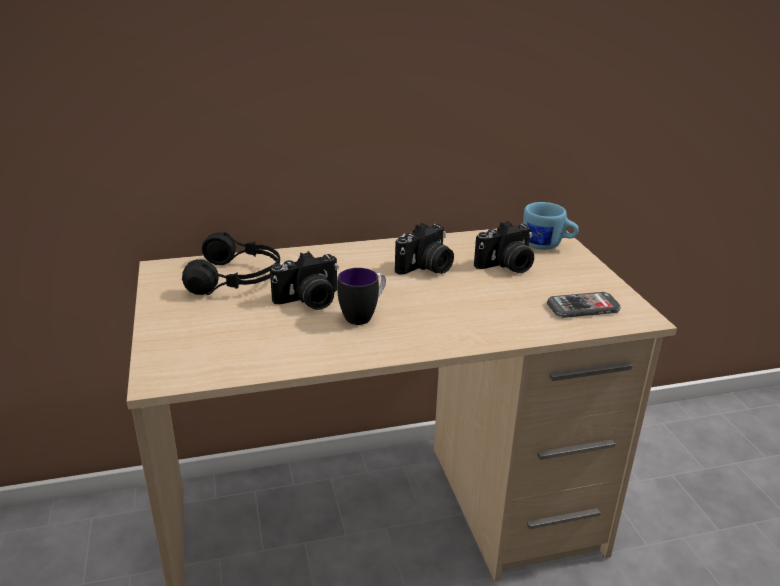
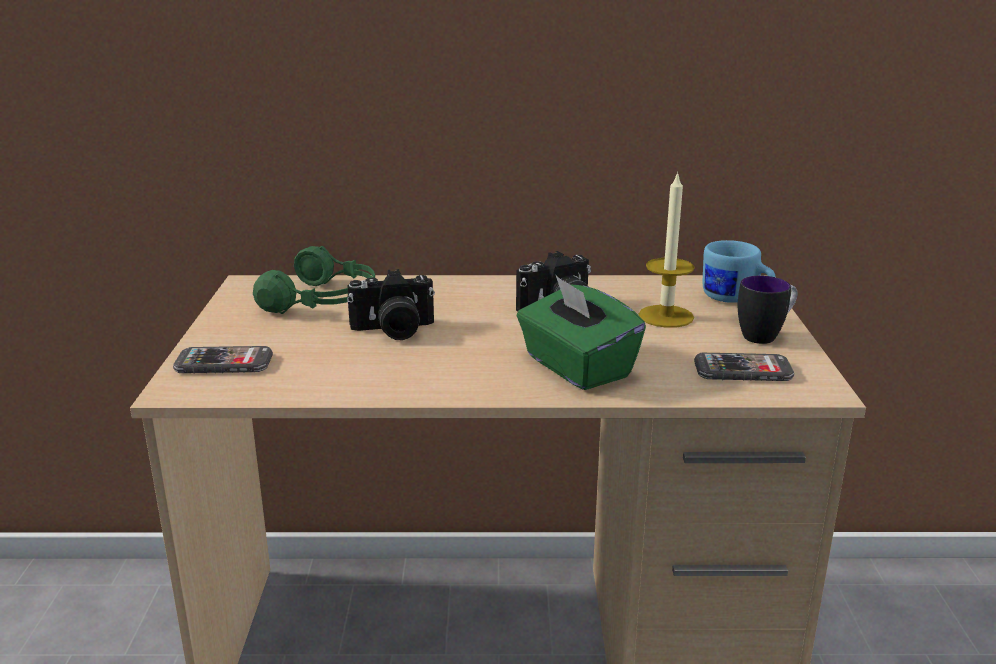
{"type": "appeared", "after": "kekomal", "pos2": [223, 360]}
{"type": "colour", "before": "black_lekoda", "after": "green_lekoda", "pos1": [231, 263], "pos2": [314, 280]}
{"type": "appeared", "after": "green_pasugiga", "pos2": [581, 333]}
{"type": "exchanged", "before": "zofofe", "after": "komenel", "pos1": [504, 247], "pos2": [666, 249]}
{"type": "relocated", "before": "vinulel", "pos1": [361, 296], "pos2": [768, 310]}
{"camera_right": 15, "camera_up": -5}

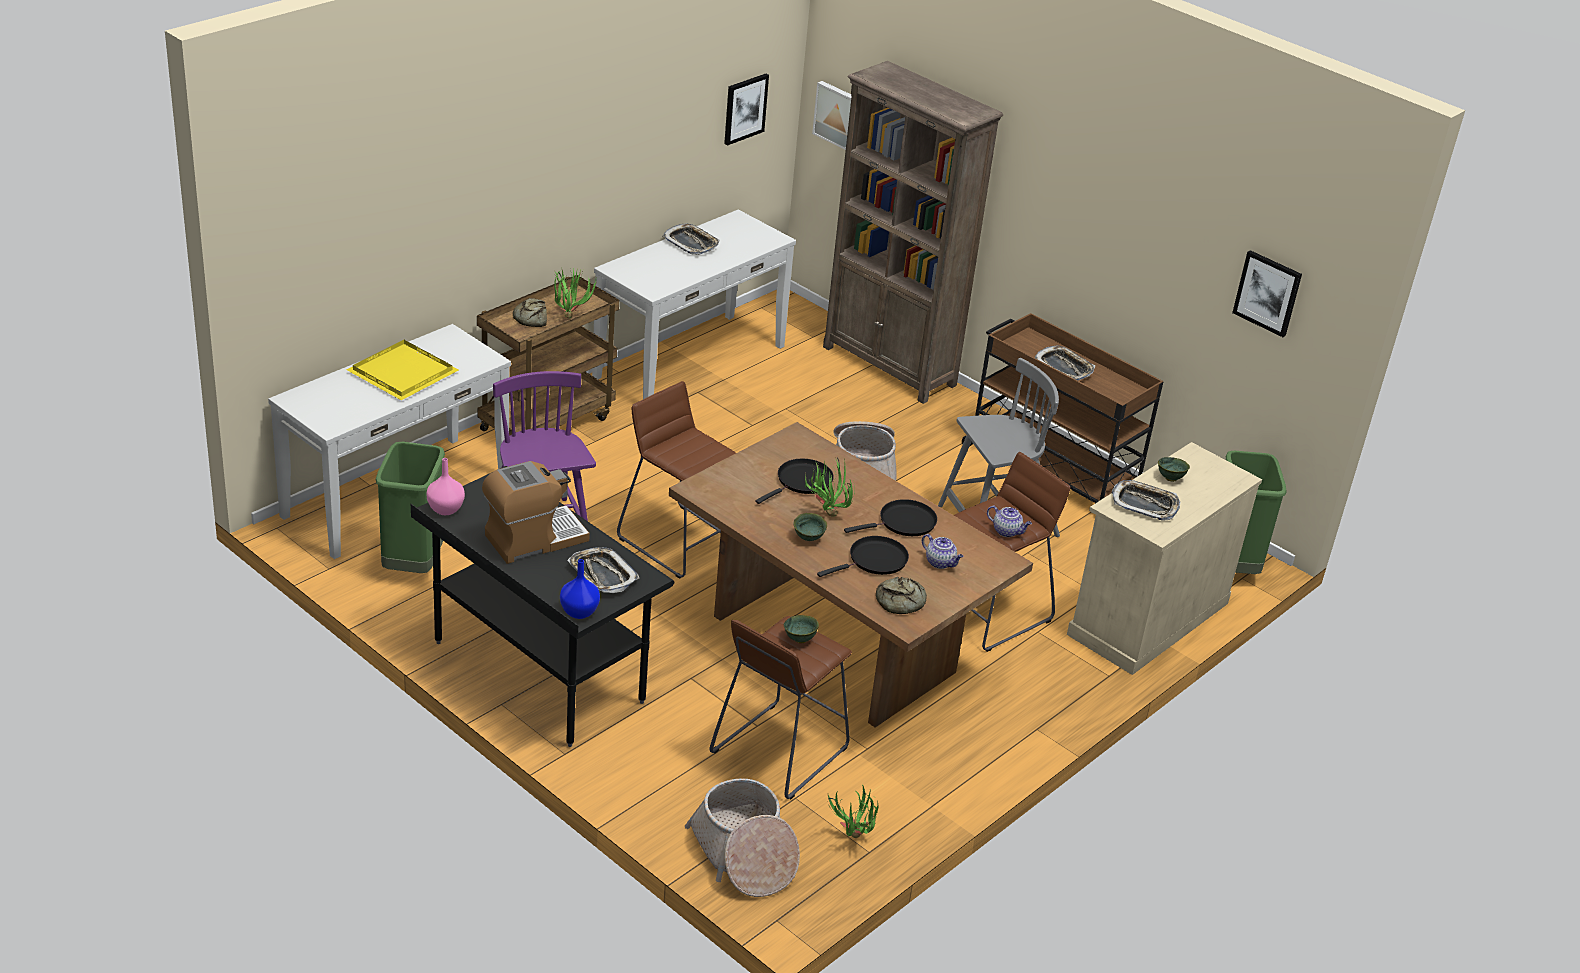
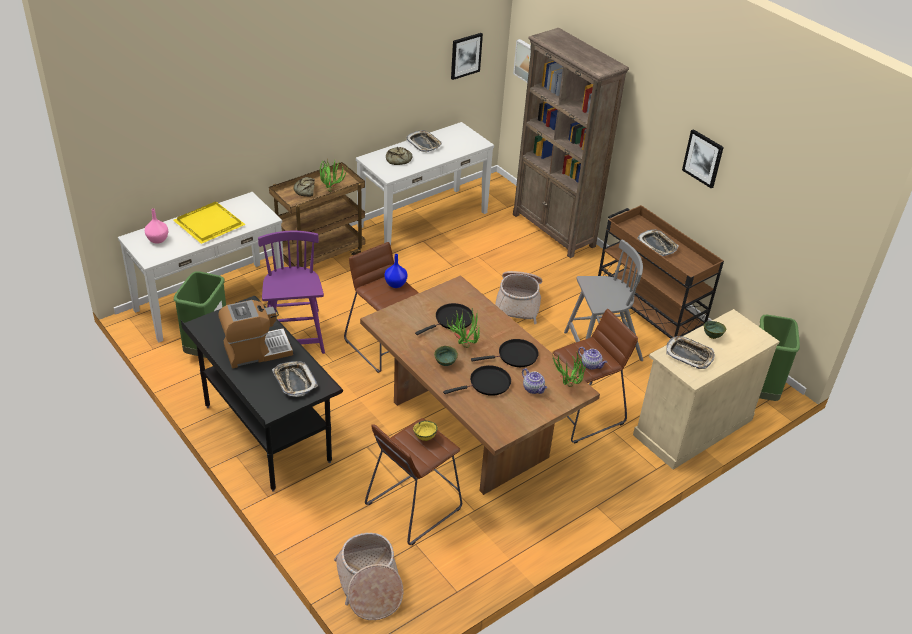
{"type": "relocated", "before": "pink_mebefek", "pos1": [445, 486], "pos2": [156, 226]}
{"type": "relocated", "before": "blue_mebefek", "pos1": [580, 589], "pos2": [395, 271]}
{"type": "relocated", "before": "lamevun", "pos1": [901, 595], "pos2": [399, 156]}
{"type": "colour", "before": "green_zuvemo", "after": "yellow_zuvemo", "pos1": [801, 629], "pos2": [425, 431]}
{"type": "relocated", "before": "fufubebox", "pos1": [853, 811], "pos2": [568, 369]}
{"type": "relocated", "before": "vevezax", "pos1": [1267, 293], "pos2": [703, 158]}
{"camera_right": 10, "camera_up": 5}

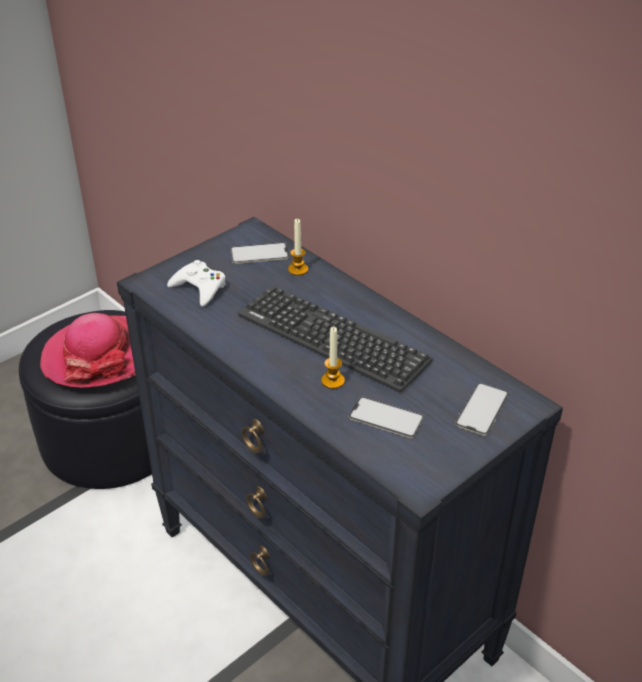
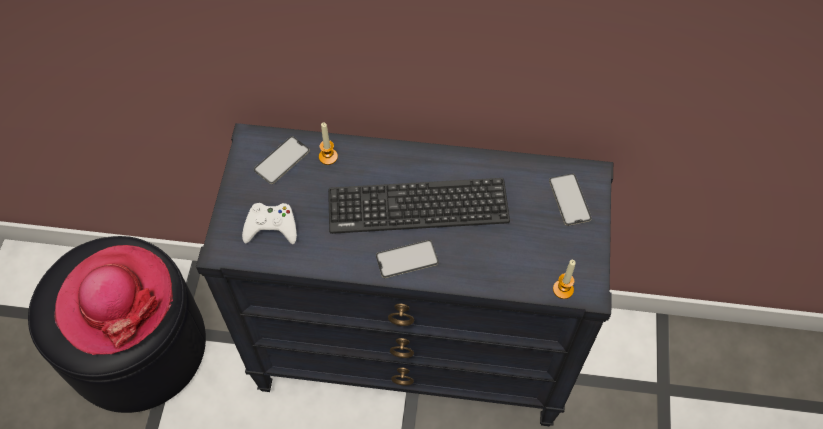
{"type": "relocated", "before": "kekomal", "pos1": [386, 417], "pos2": [407, 259]}
{"type": "relocated", "before": "komenel", "pos1": [333, 358], "pos2": [564, 279]}
{"camera_right": -40, "camera_up": 20}

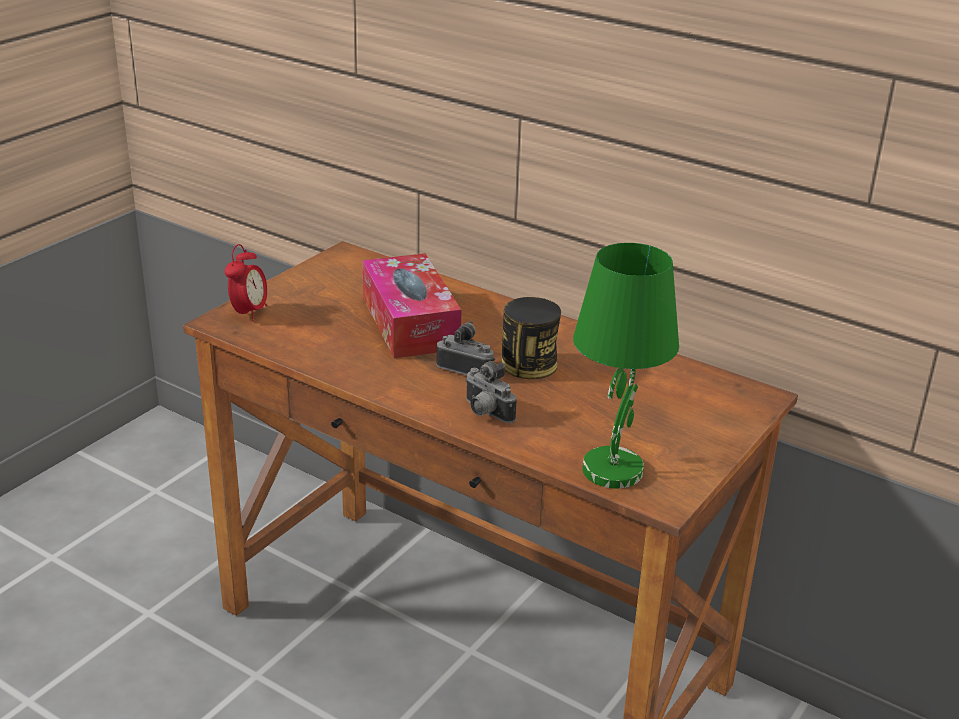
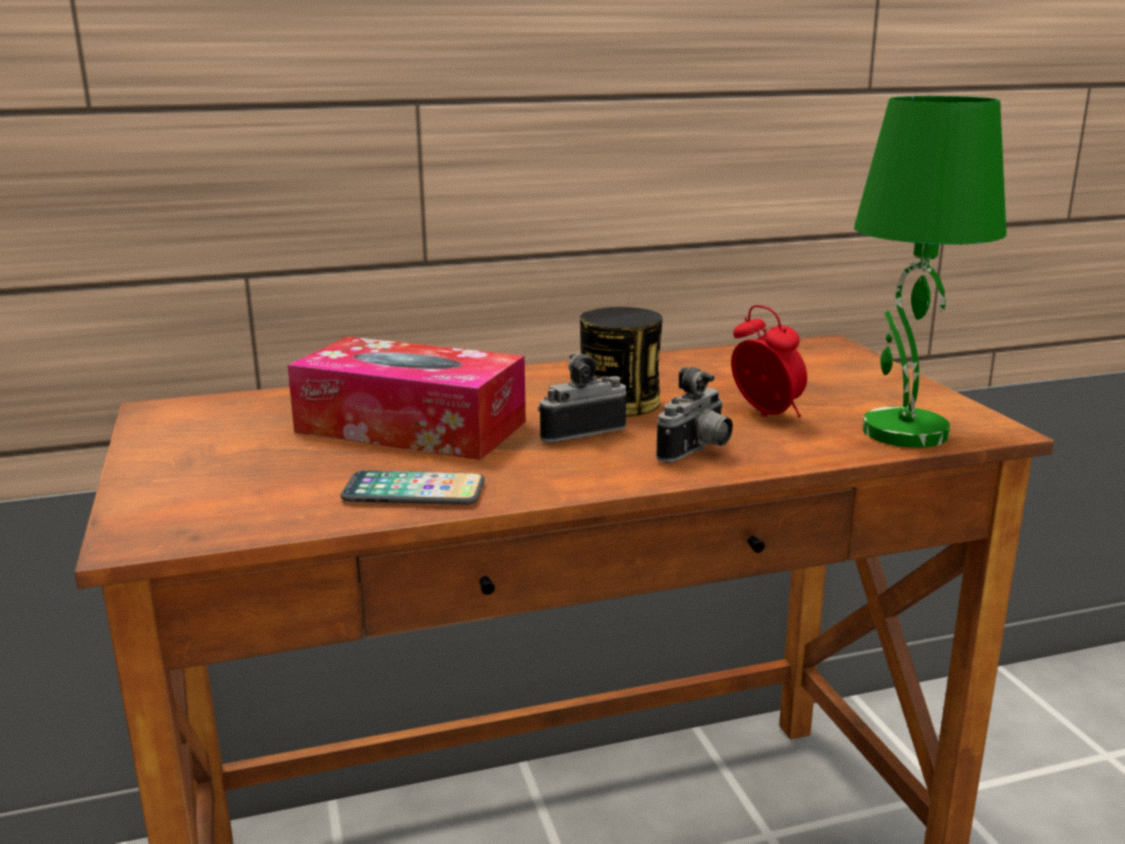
{"type": "appeared", "after": "kekomal", "pos2": [412, 487]}
{"type": "spun", "before": "zofofe", "pos1": [491, 392], "pos2": [694, 414], "turn": -45}
{"type": "relocated", "before": "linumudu", "pos1": [246, 283], "pos2": [769, 361]}
{"camera_right": -50, "camera_up": -10}

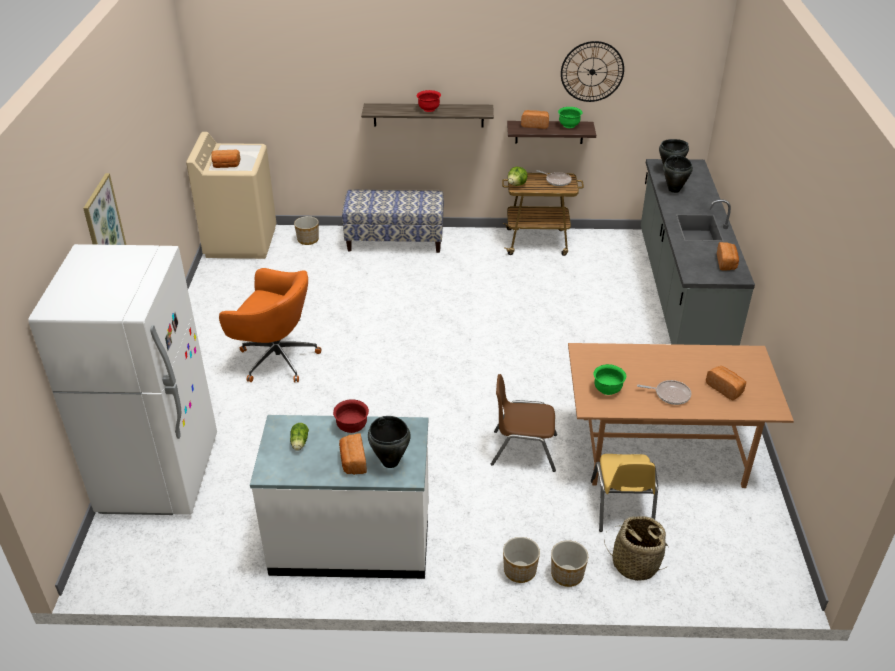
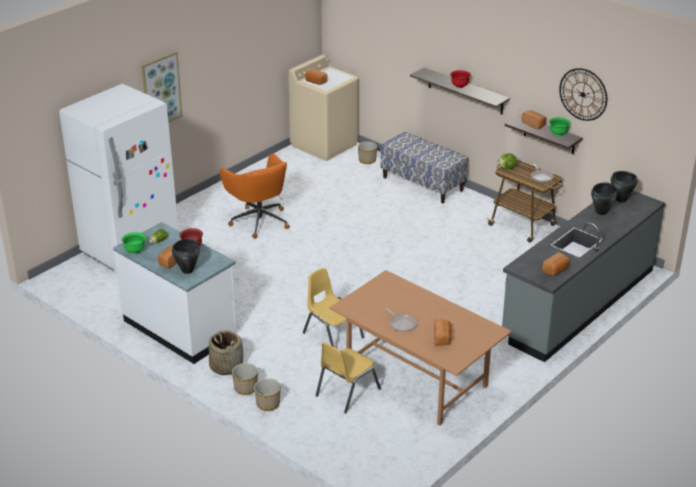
{"type": "relocated", "before": "green_zuvemo", "pos1": [610, 379], "pos2": [134, 243]}
{"type": "relocated", "before": "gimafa", "pos1": [636, 548], "pos2": [226, 352]}
{"type": "colour", "before": "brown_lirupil", "after": "yellow_lirupil", "pos1": [524, 423], "pos2": [333, 307]}
{"camera_right": 40, "camera_up": -5}

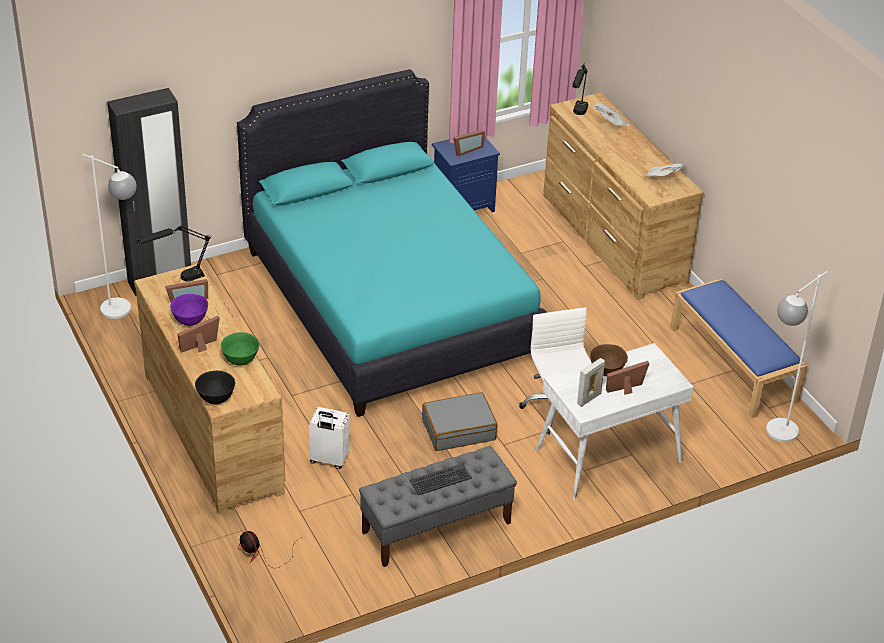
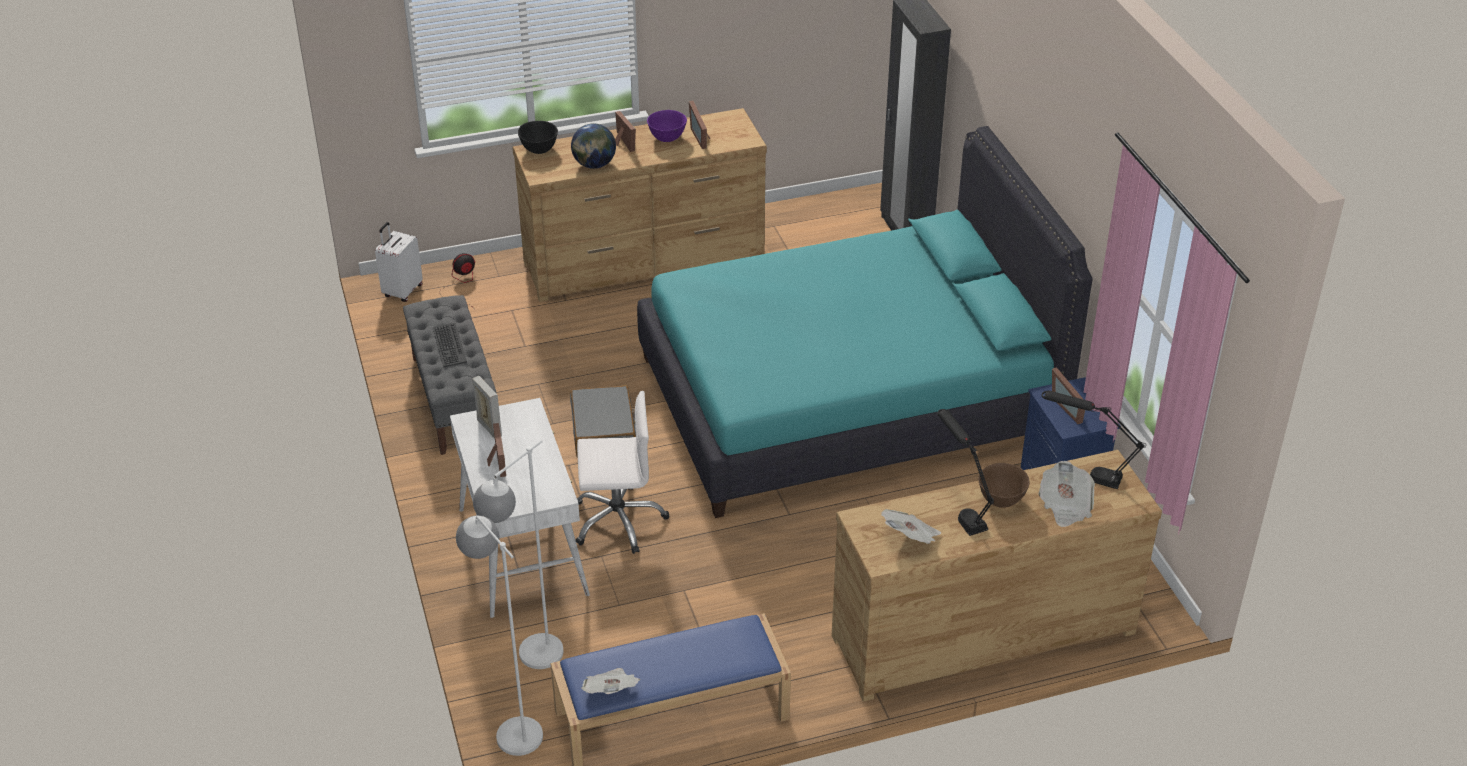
{"type": "relocated", "before": "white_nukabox", "pos1": [329, 438], "pos2": [399, 262]}
{"type": "relocated", "before": "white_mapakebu", "pos1": [109, 236], "pos2": [518, 554]}
{"type": "exchanged", "before": "green_zuvemo", "after": "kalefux", "pos1": [240, 349], "pos2": [593, 146]}
{"type": "appeared", "after": "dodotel", "pos2": [611, 681]}
{"type": "relocated", "before": "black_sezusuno", "pos1": [173, 252], "pos2": [965, 472]}
{"type": "relocated", "before": "brown_zuvemo", "pos1": [609, 360], "pos2": [1004, 485]}
{"camera_right": 100, "camera_up": 0}

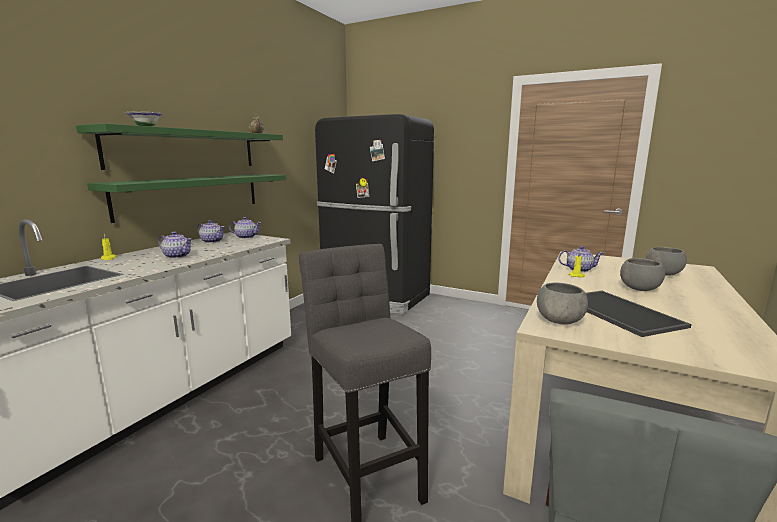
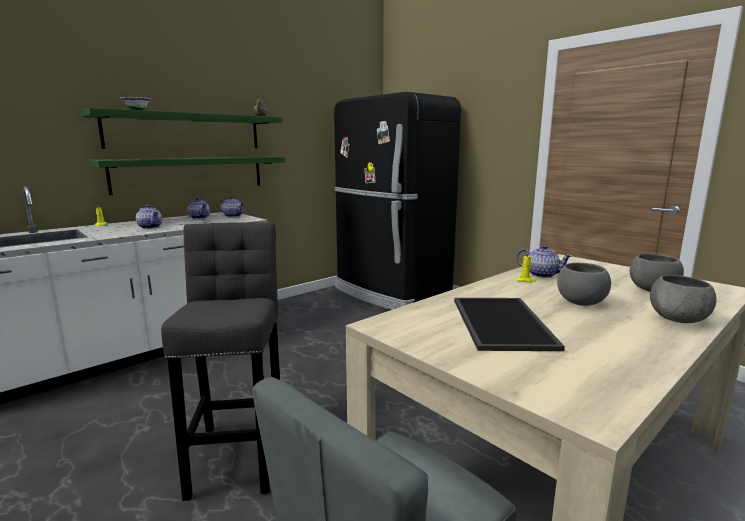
{"type": "relocated", "before": "grey_zuvemo", "pos1": [562, 304], "pos2": [683, 299]}
{"camera_right": 20, "camera_up": 0}

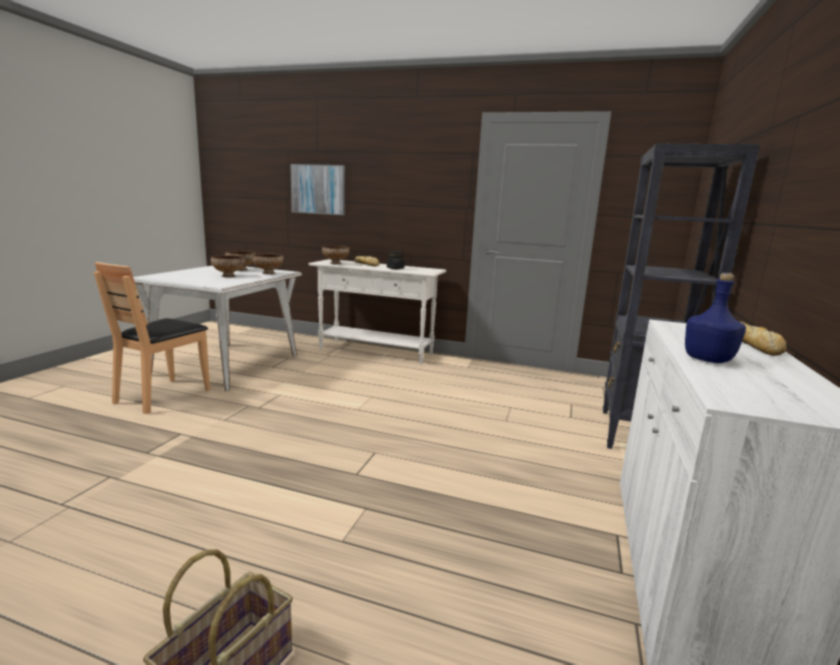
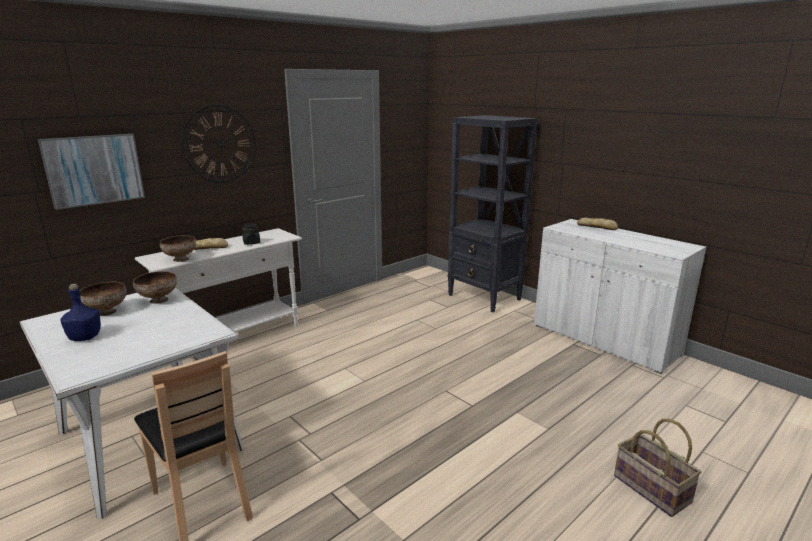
{"type": "relocated", "before": "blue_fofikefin", "pos1": [715, 318], "pos2": [80, 312]}
{"type": "appeared", "after": "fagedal", "pos2": [218, 143]}
{"type": "missing", "before": "zuvemo", "pos1": [228, 266]}
{"camera_right": -60, "camera_up": 5}

